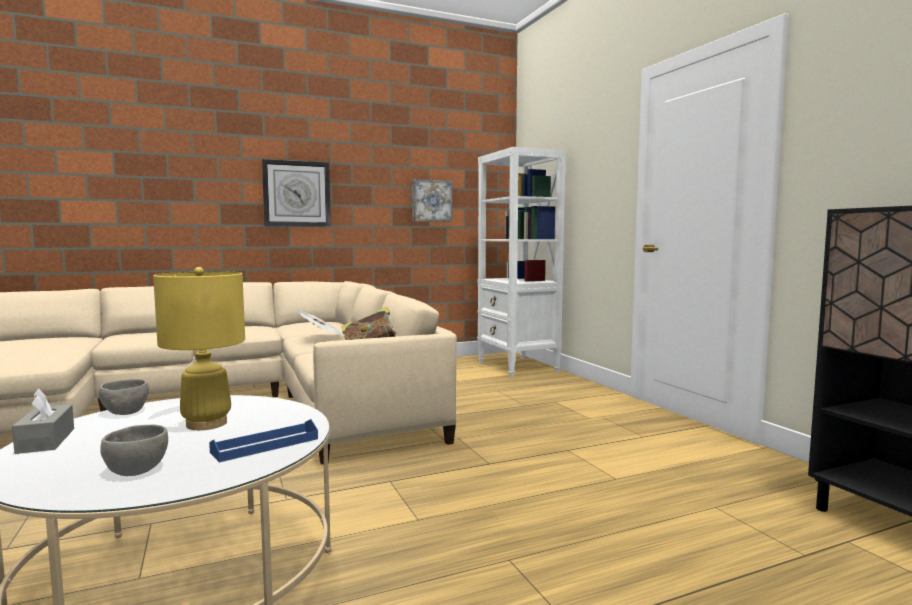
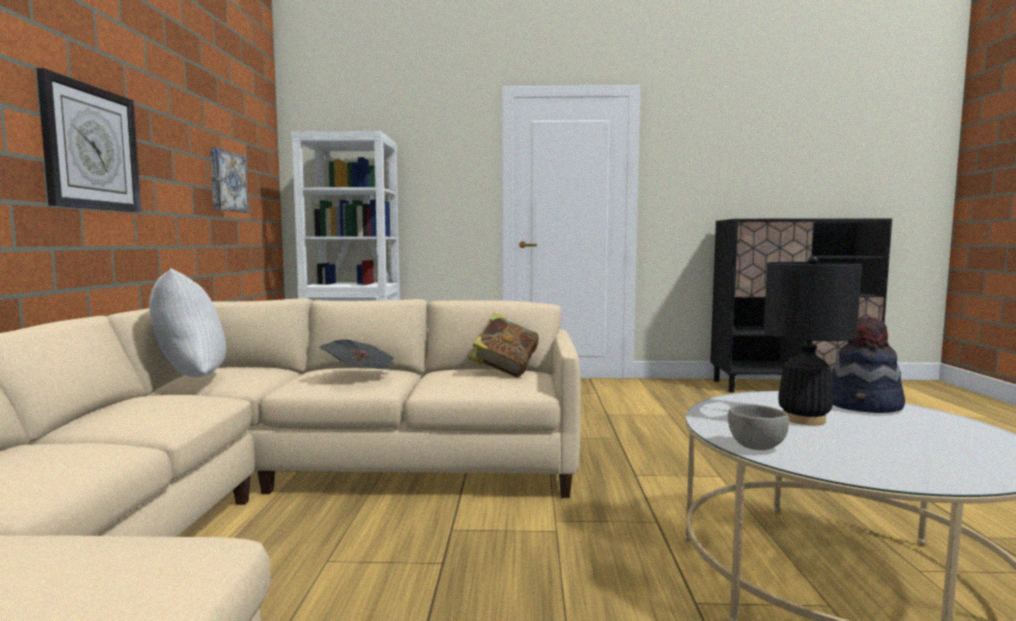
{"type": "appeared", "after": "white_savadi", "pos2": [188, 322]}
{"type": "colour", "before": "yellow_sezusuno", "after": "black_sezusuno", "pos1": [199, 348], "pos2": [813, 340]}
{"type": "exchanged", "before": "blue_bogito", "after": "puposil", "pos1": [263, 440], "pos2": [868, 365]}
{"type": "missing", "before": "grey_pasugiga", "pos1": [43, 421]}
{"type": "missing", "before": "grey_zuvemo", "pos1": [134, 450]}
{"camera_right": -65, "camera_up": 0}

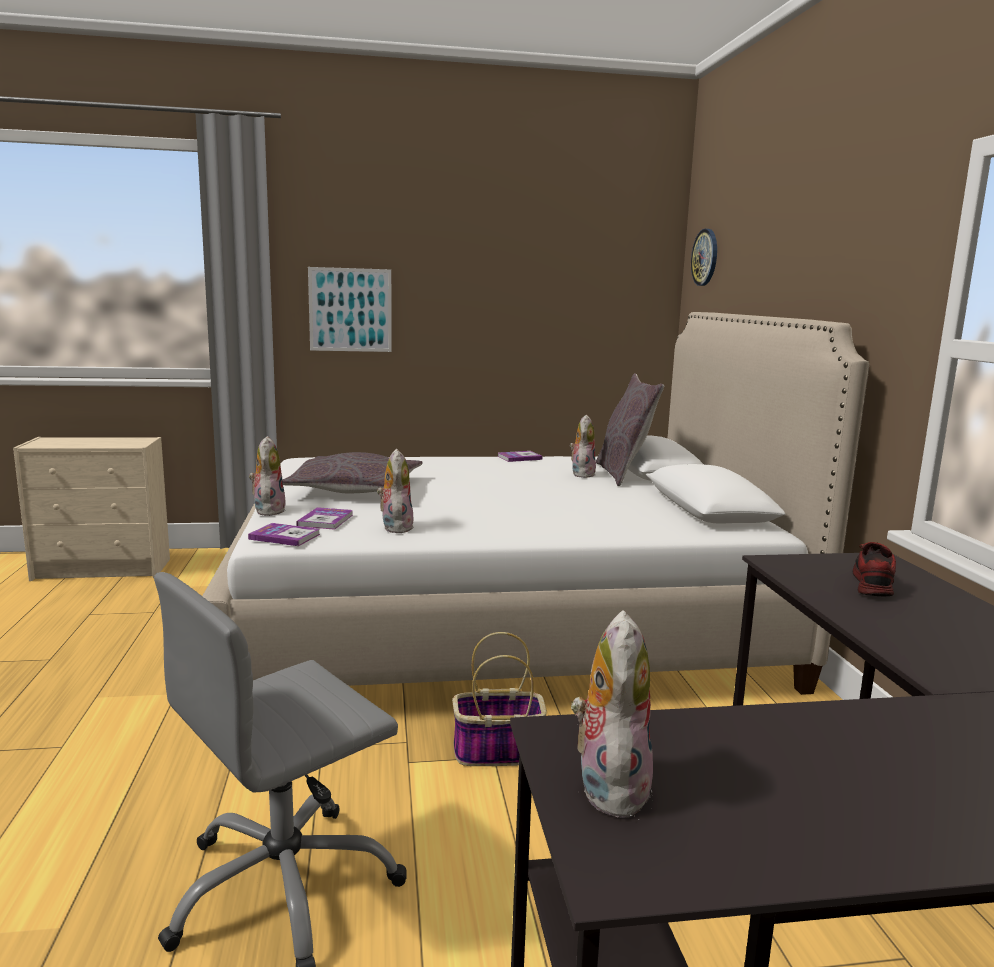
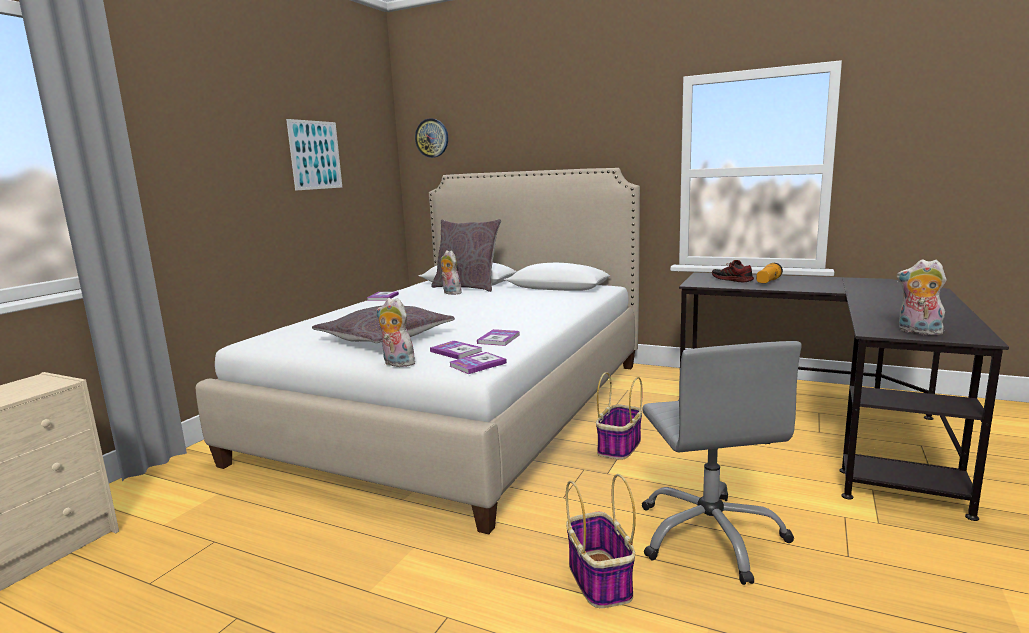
{"type": "relocated", "before": "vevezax", "pos1": [350, 309], "pos2": [314, 155]}
{"type": "exchanged", "before": "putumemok", "after": "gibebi", "pos1": [395, 491], "pos2": [498, 337]}
{"type": "appeared", "after": "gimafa", "pos2": [601, 541]}
{"type": "appeared", "after": "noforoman", "pos2": [769, 273]}
{"camera_right": -55, "camera_up": 0}

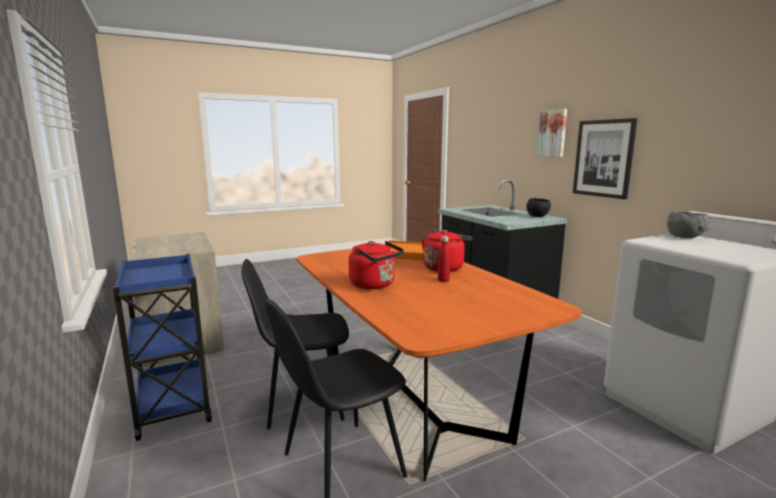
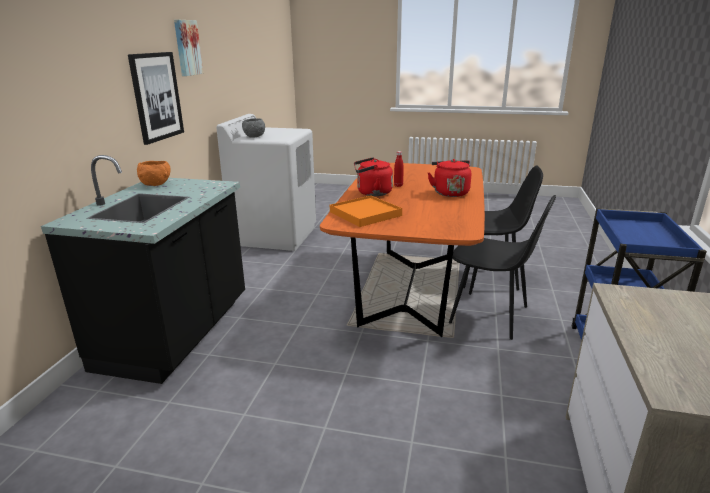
{"type": "colour", "before": "black_zuvemo", "after": "orange_zuvemo", "pos1": [538, 207], "pos2": [153, 173]}
{"type": "relocated", "before": "vevezax", "pos1": [552, 133], "pos2": [188, 48]}
{"camera_right": -140, "camera_up": 10}

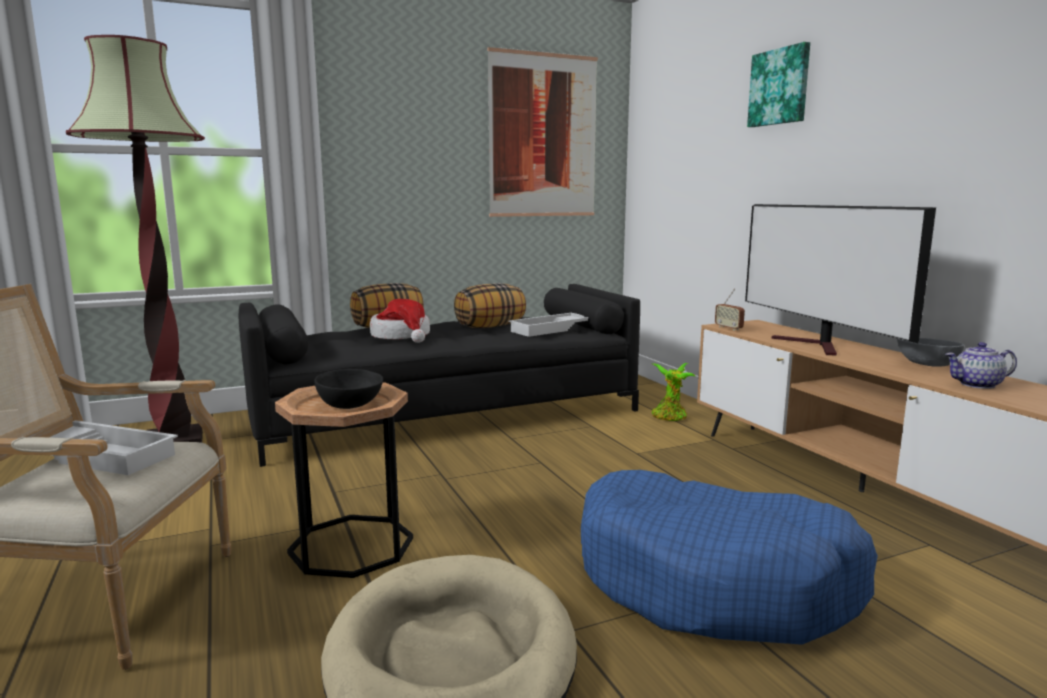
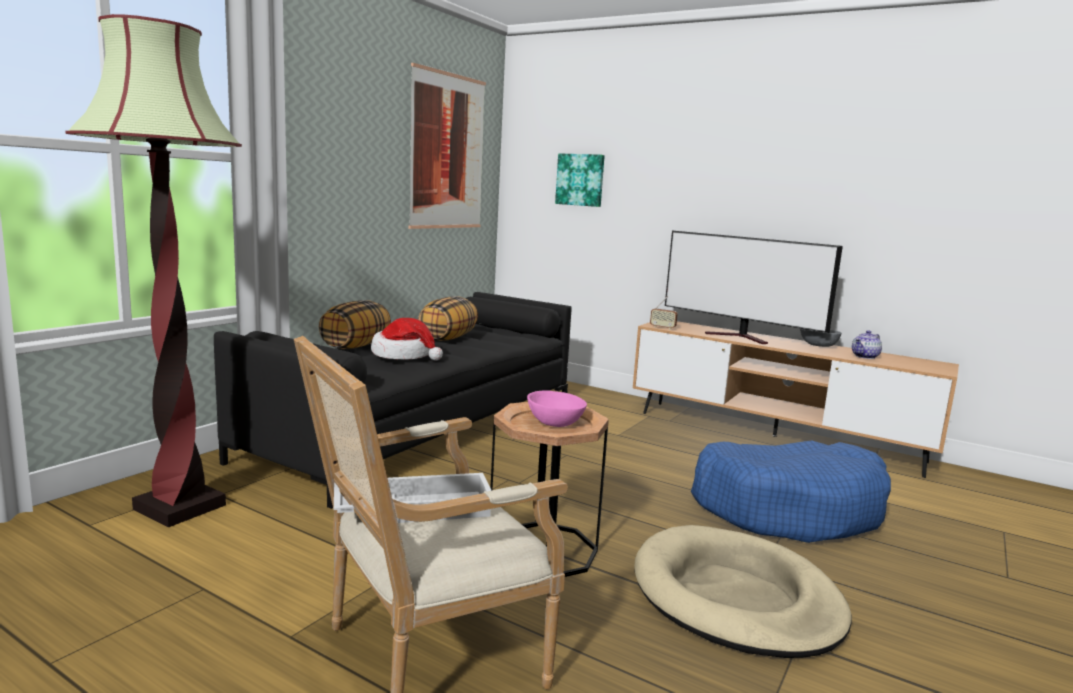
{"type": "colour", "before": "black_zuvemo", "after": "pink_zuvemo", "pos1": [348, 389], "pos2": [557, 409]}
{"type": "relocated", "before": "vevezax", "pos1": [778, 84], "pos2": [580, 180]}
{"type": "missing", "before": "white_bogito", "pos1": [548, 325]}
{"type": "missing", "before": "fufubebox", "pos1": [673, 392]}
{"camera_right": -35, "camera_up": 0}

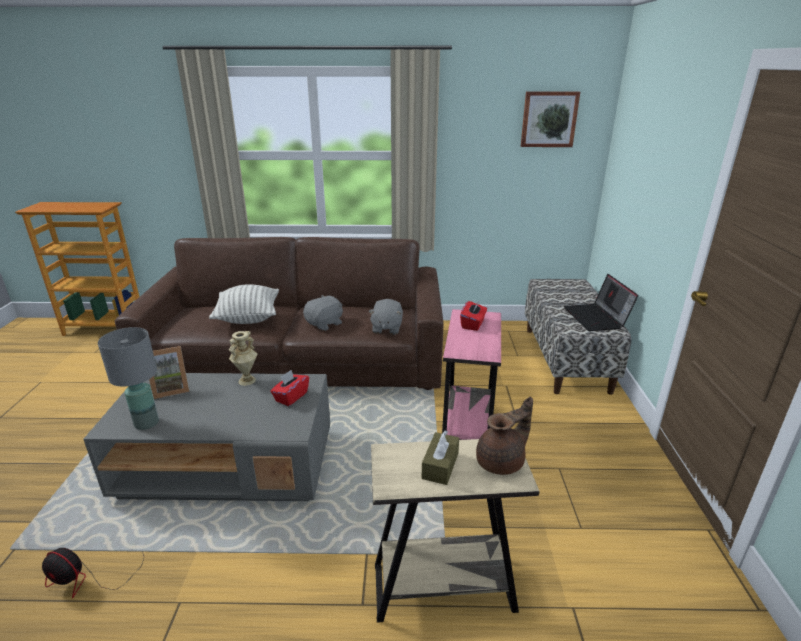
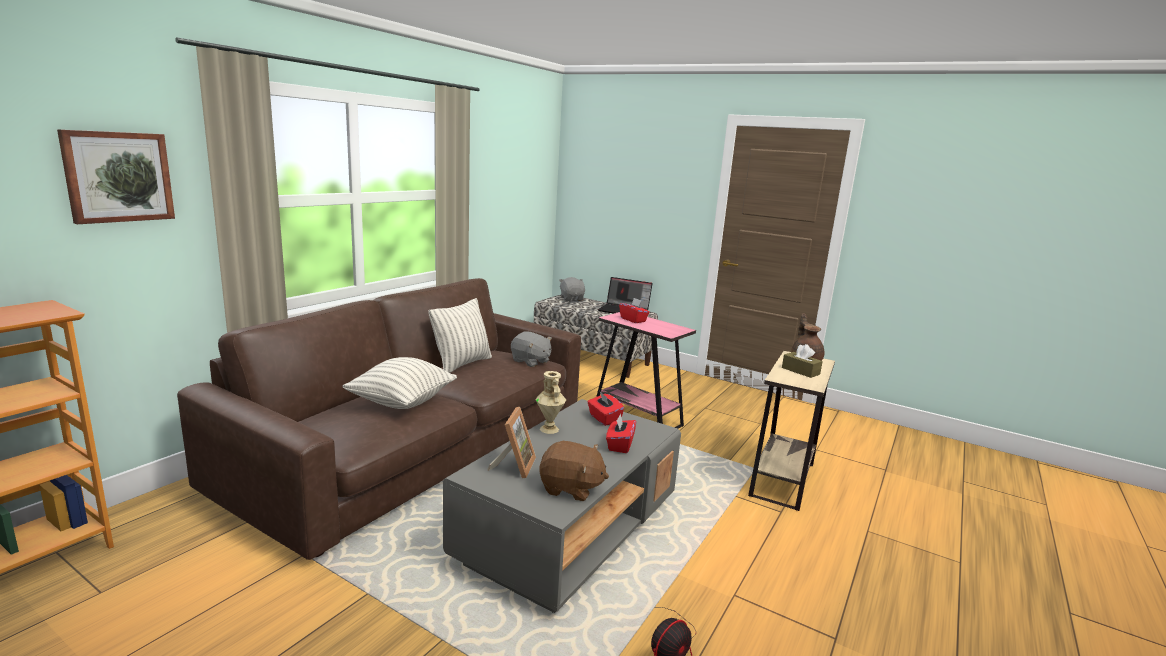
{"type": "relocated", "before": "vevezax", "pos1": [550, 119], "pos2": [116, 176]}
{"type": "appeared", "after": "savadi", "pos2": [460, 335]}
{"type": "exchanged", "before": "grey_sezusuno", "after": "brown_putumemok", "pos1": [128, 378], "pos2": [574, 471]}
{"type": "relocated", "before": "grey_putumemok", "pos1": [323, 313], "pos2": [572, 289]}
{"type": "appeared", "after": "red_pasugiga", "pos2": [621, 433]}
{"camera_right": -60, "camera_up": -10}

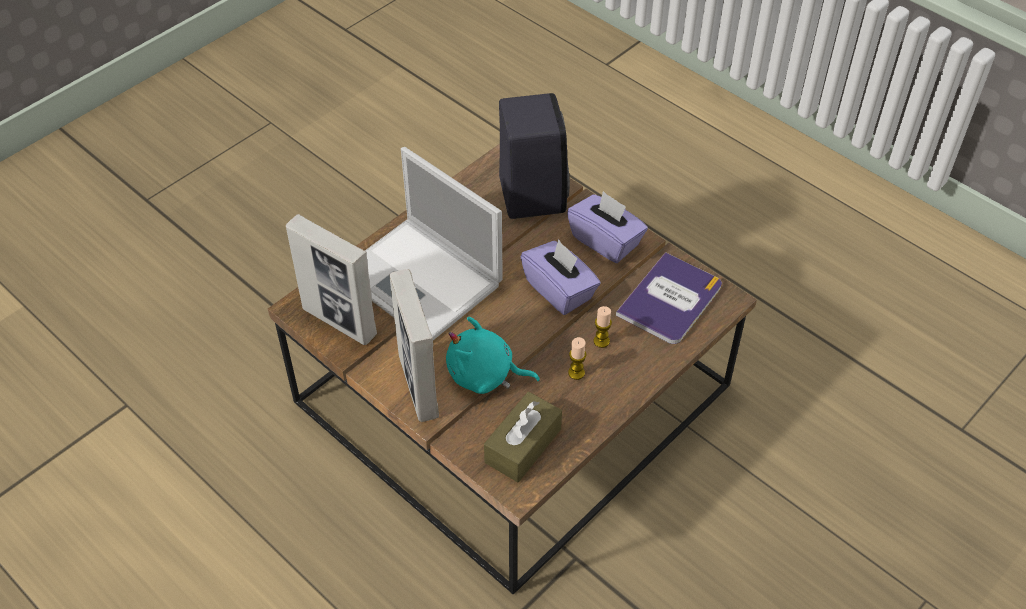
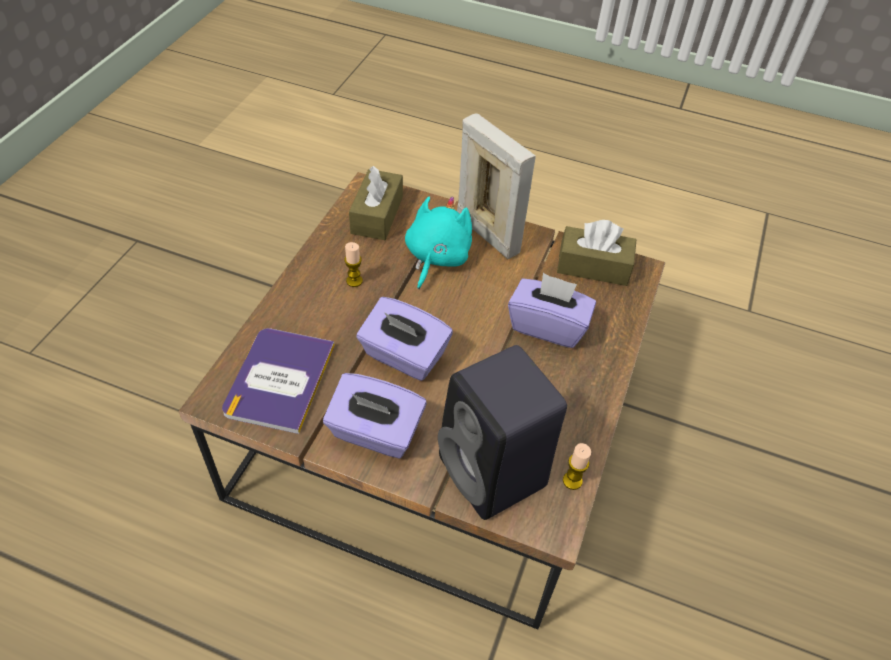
{"type": "spun", "before": "turquoise_putumemok", "pos1": [493, 355], "pos2": [438, 243], "turn": -60}
{"type": "exchanged", "before": "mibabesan", "after": "purple_pasugiga", "pos1": [434, 243], "pos2": [552, 310]}
{"type": "exchanged", "before": "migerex", "after": "brown_pasugiga", "pos1": [331, 279], "pos2": [597, 253]}
{"type": "relocated", "before": "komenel", "pos1": [602, 327], "pos2": [577, 466]}
{"camera_right": 155, "camera_up": 0}

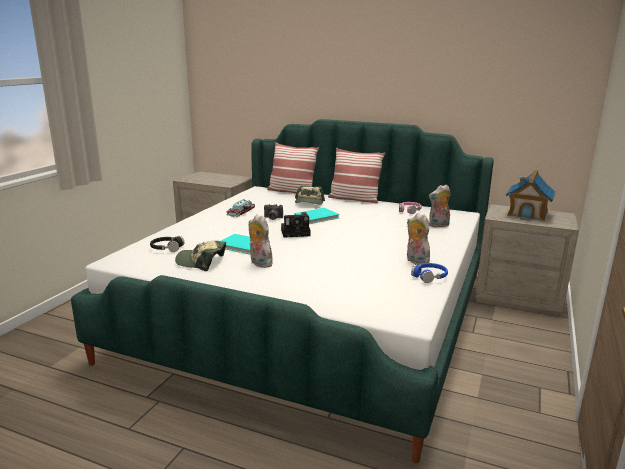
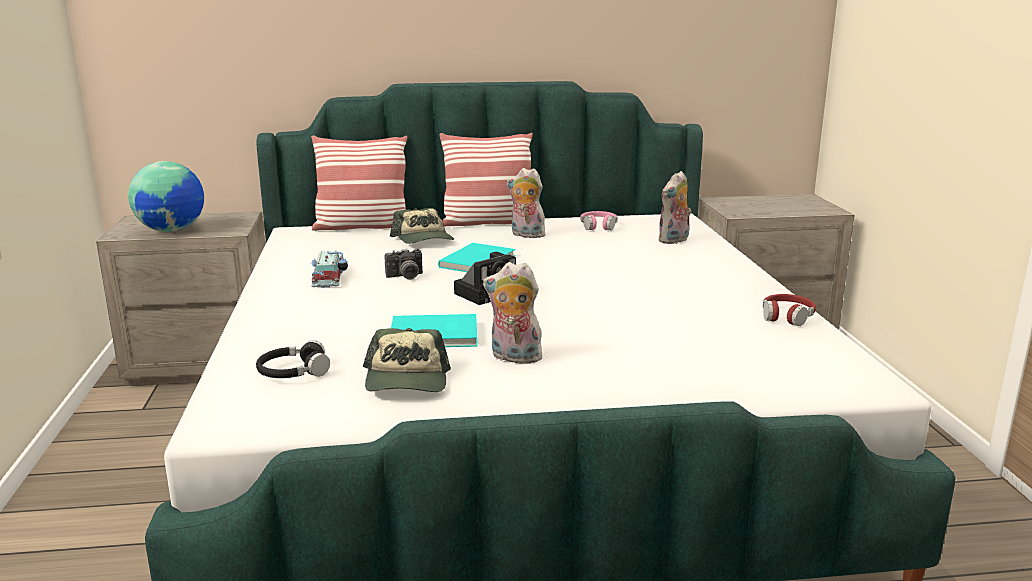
{"type": "appeared", "after": "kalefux", "pos2": [166, 196]}
{"type": "spun", "before": "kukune", "pos1": [200, 256], "pos2": [407, 360], "turn": -75}
{"type": "relocated", "before": "putumemok", "pos1": [418, 239], "pos2": [528, 203]}
{"type": "colour", "before": "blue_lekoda", "after": "red_lekoda", "pos1": [429, 273], "pos2": [789, 310]}
{"type": "missing", "before": "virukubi", "pos1": [531, 195]}
{"camera_right": -30, "camera_up": 0}

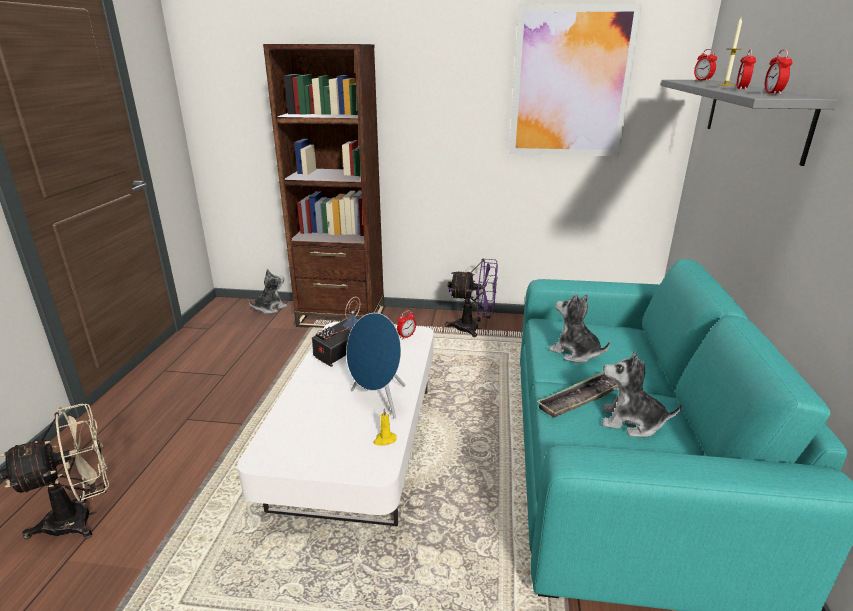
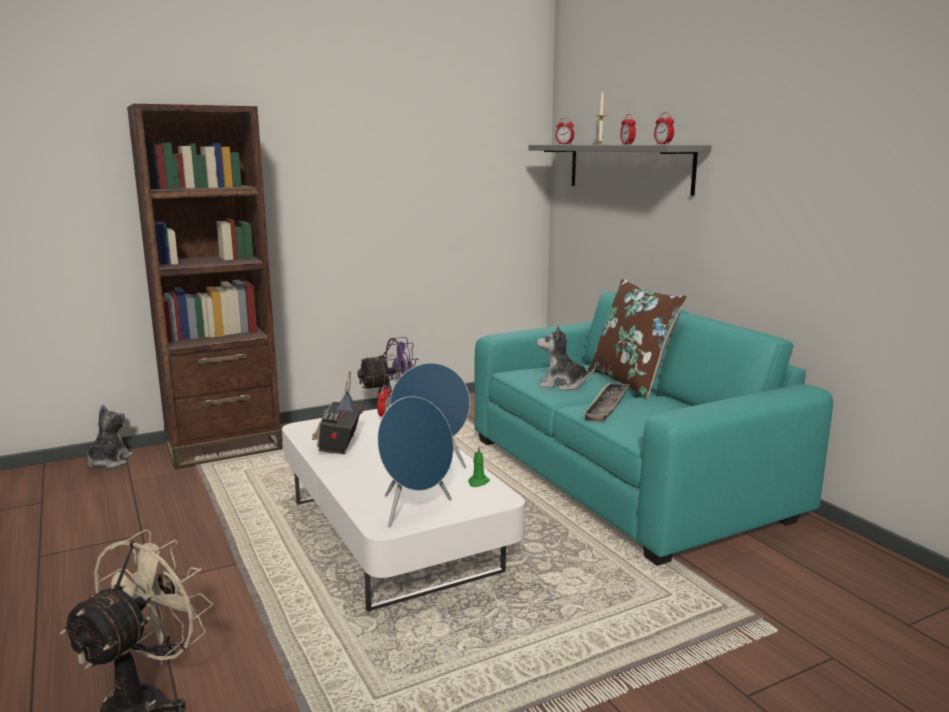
{"type": "appeared", "after": "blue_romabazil", "pos2": [415, 462]}
{"type": "colour", "before": "yellow_komenel", "after": "green_komenel", "pos1": [385, 427], "pos2": [479, 466]}
{"type": "appeared", "after": "brown_savadi", "pos2": [637, 339]}
{"type": "missing", "before": "vevezax", "pos1": [575, 80]}
{"type": "missing", "before": "putumemok", "pos1": [642, 393]}
{"camera_right": -35, "camera_up": -10}

